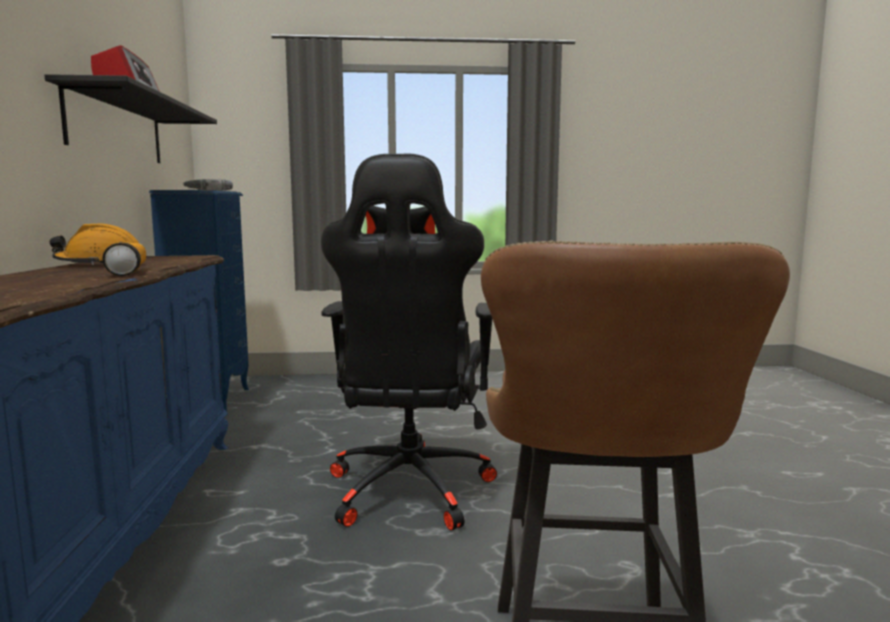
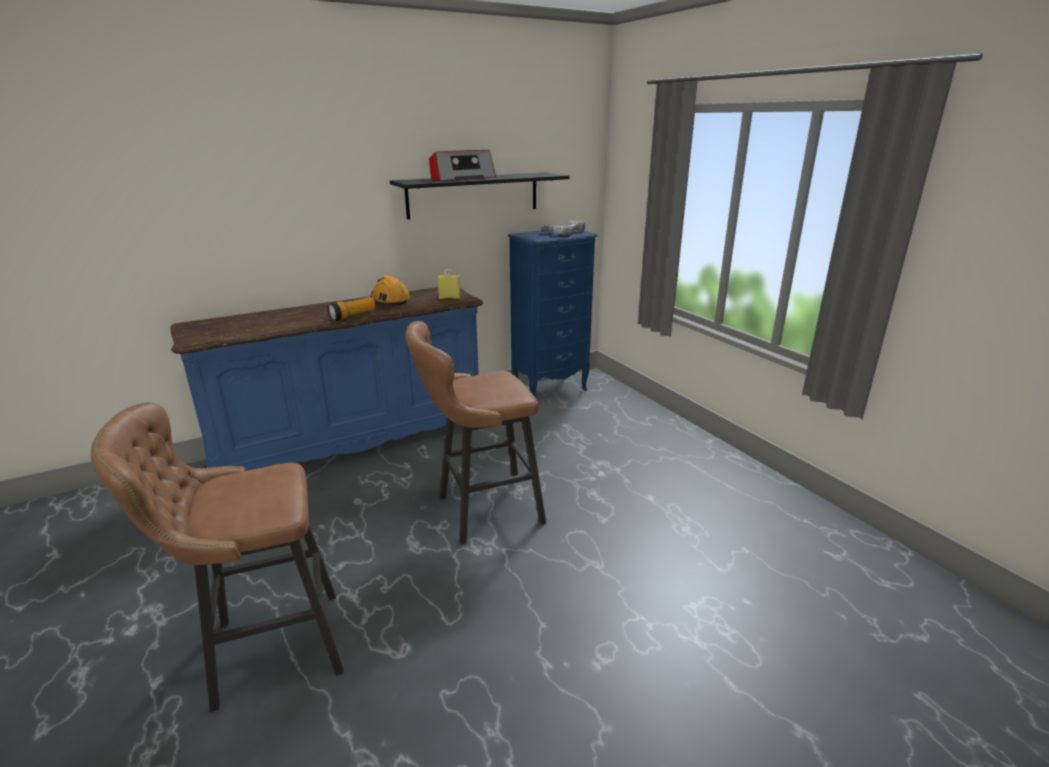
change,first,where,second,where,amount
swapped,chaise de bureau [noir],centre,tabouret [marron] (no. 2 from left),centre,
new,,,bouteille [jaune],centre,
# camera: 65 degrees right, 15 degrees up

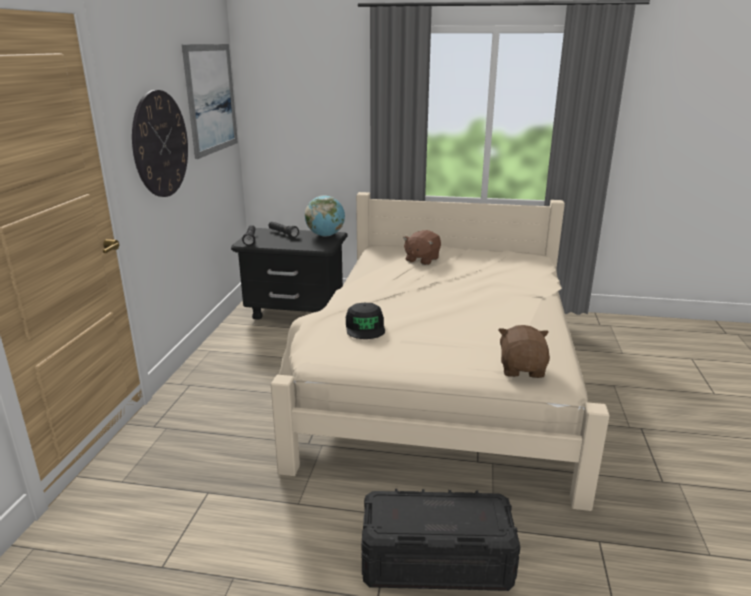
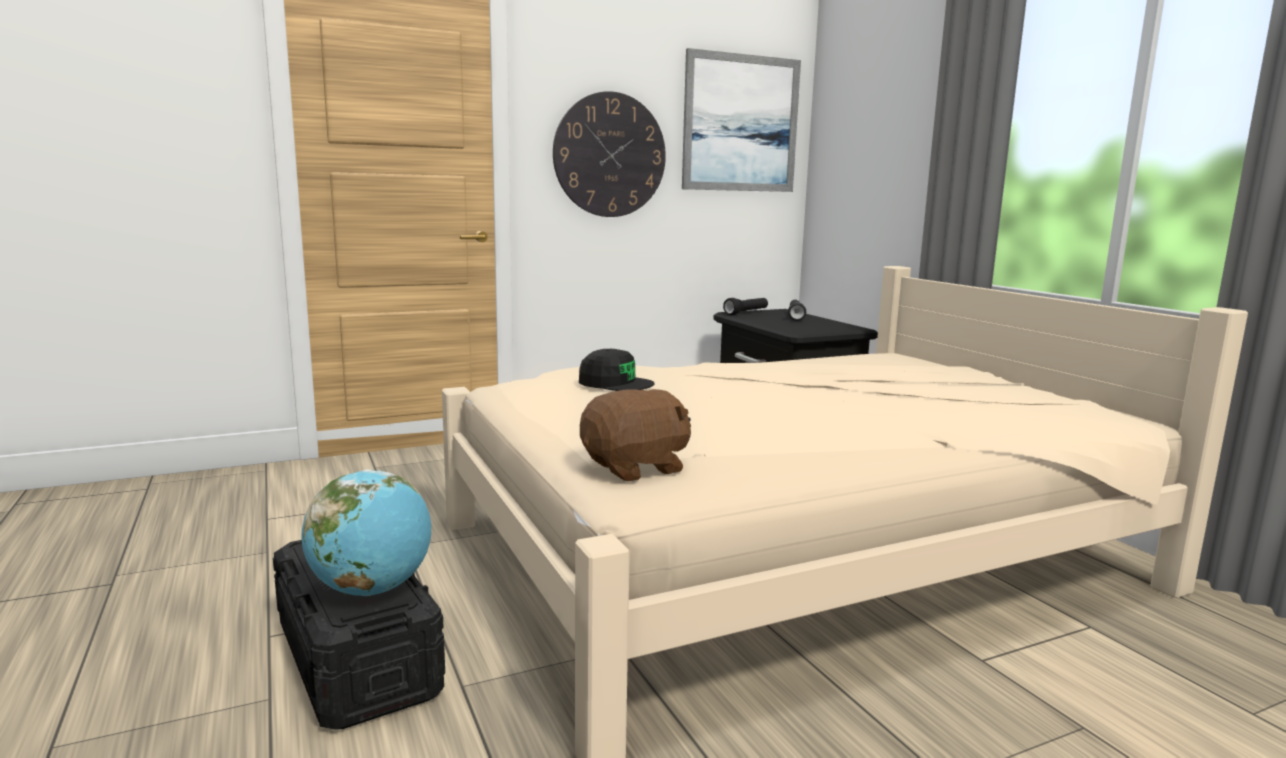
change,first,where,second,where,amount
shifted,globe,centre,,bottom left,
gone,peluche [marron] (no. 1 from left),centre,,,
rotated,casquette [noir],centre,,centre,120 degrees counterclockwise
# camera: 55 degrees right, 10 degrees down

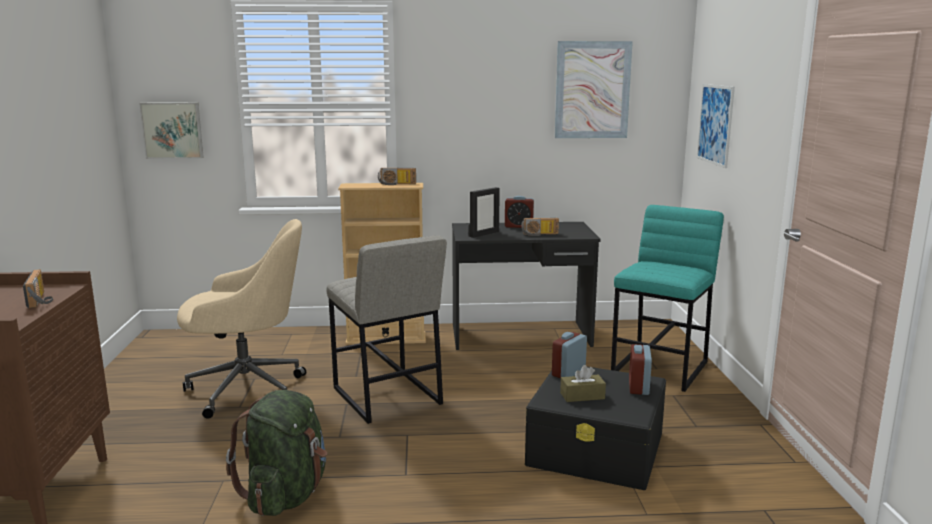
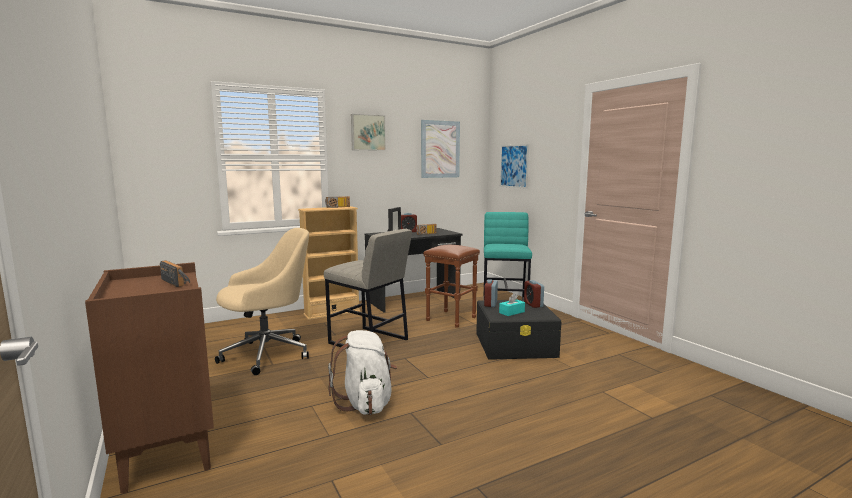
change,first,where,second,where,amount
shifted,tableau (no. 1 from left),top left,,top centre,
repainted,boîte à mouchoirs [marron],bottom centre,boîte à mouchoirs [turquoise],centre,
repainted,sac à dos [vert],bottom left,sac à dos [blanc],bottom centre,
new,,,tabouret [marron],centre,
# camera: 25 degrees left, 5 degrees down

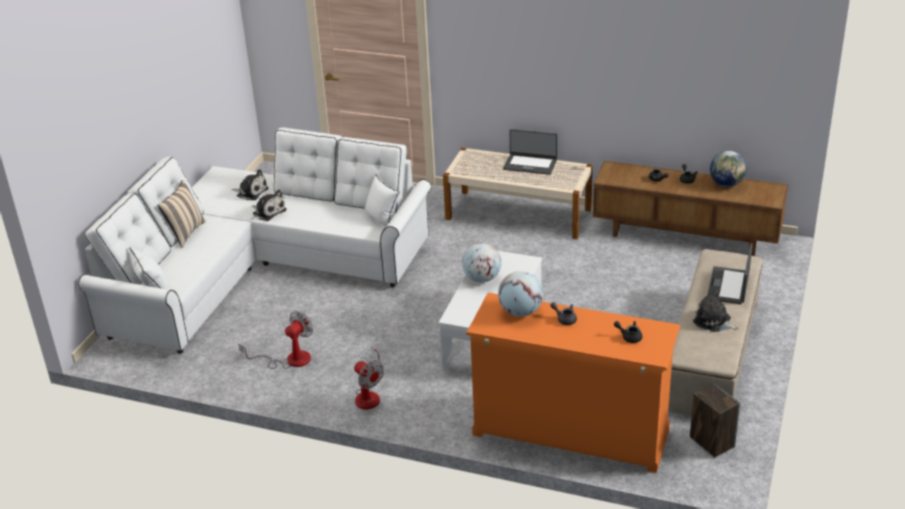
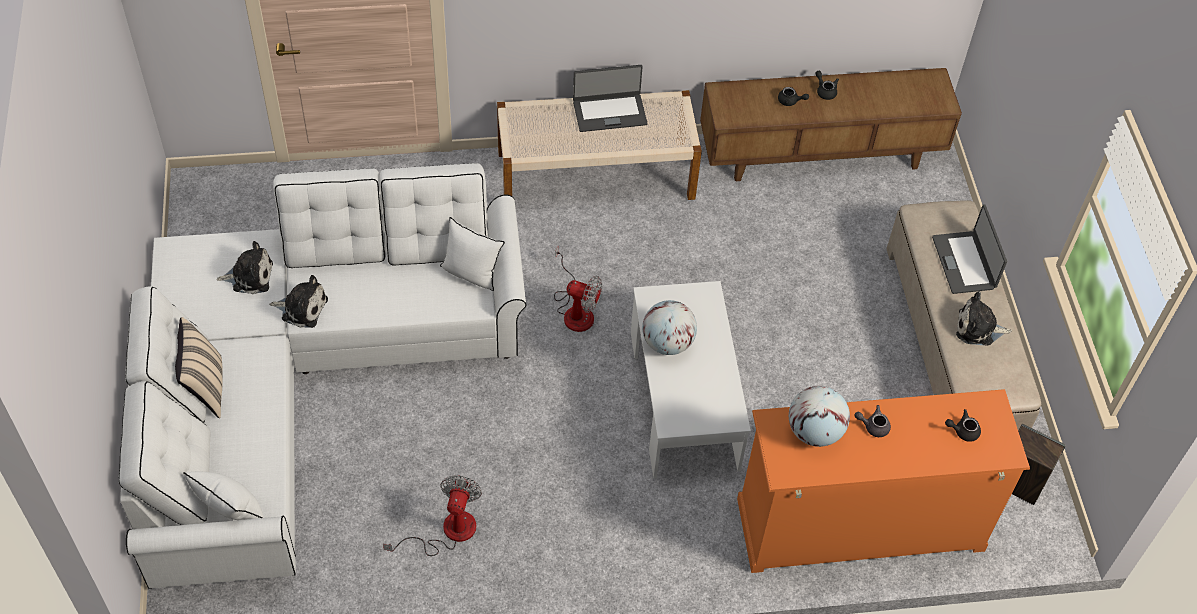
change,first,where,second,where,amount
gone,globe (no. 3 from left),top right,,,
shifted,ventilateur (no. 2 from left),bottom centre,,centre,
# camera: 30 degrees left, 20 degrees up

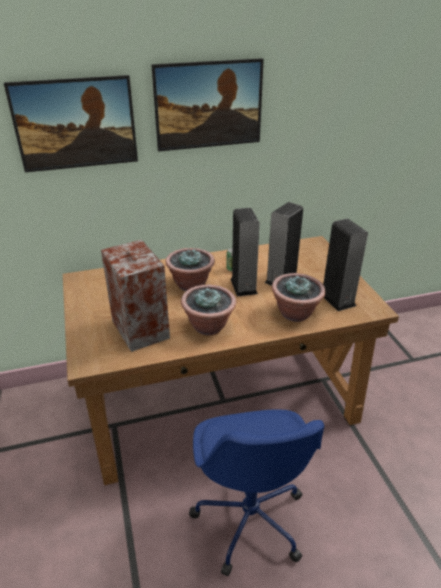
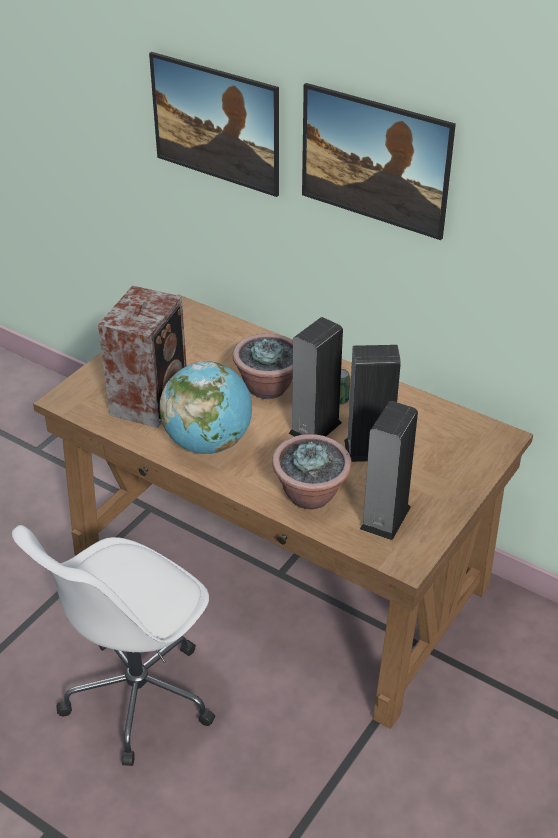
change,first,where,second,where,amount
swapped,plante en pot (no. 2 from left),centre,globe,centre,
repainted,chaise de bureau [bleu],bottom centre,chaise de bureau [blanc],bottom left,
# camera: 50 degrees right, 5 degrees up

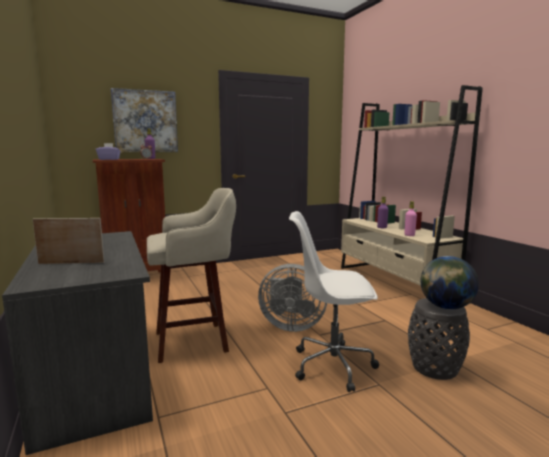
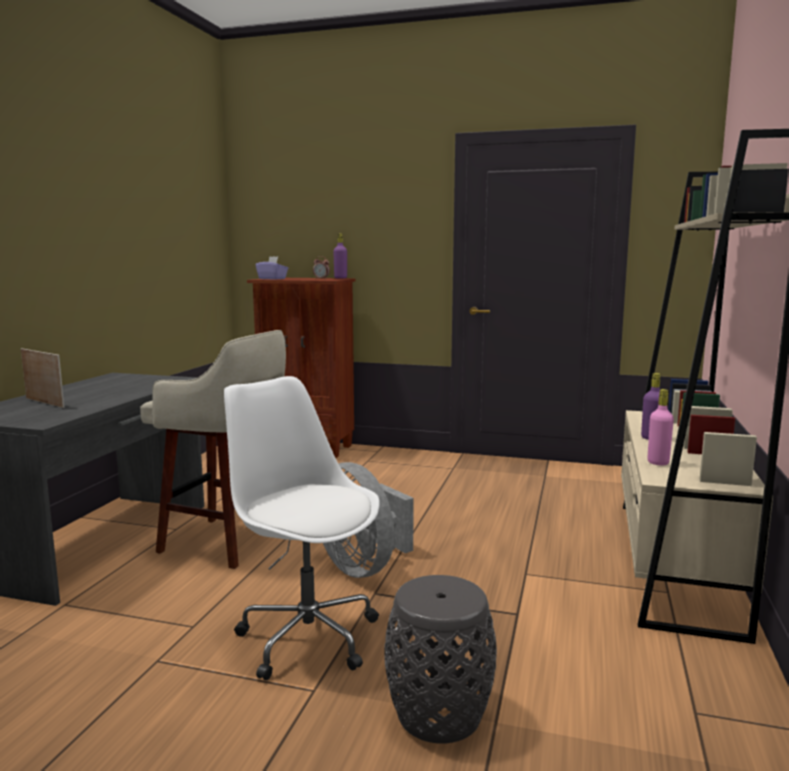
change,first,where,second,where,amount
gone,tableau,top left,,,
gone,globe,middle right,,,
# camera: 40 degrees right, 0 degrees up

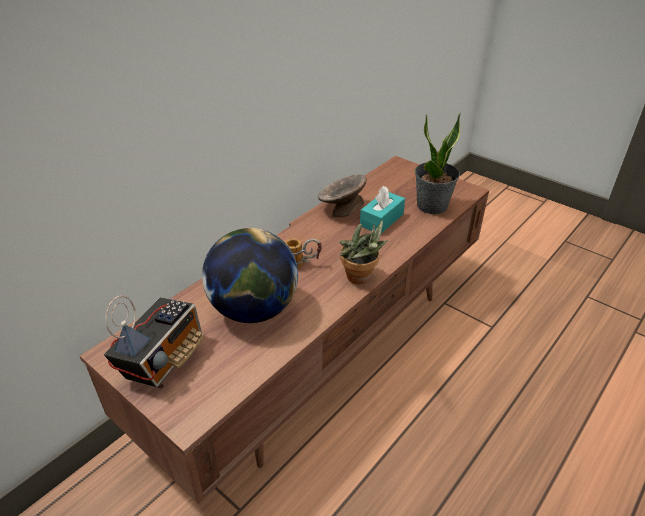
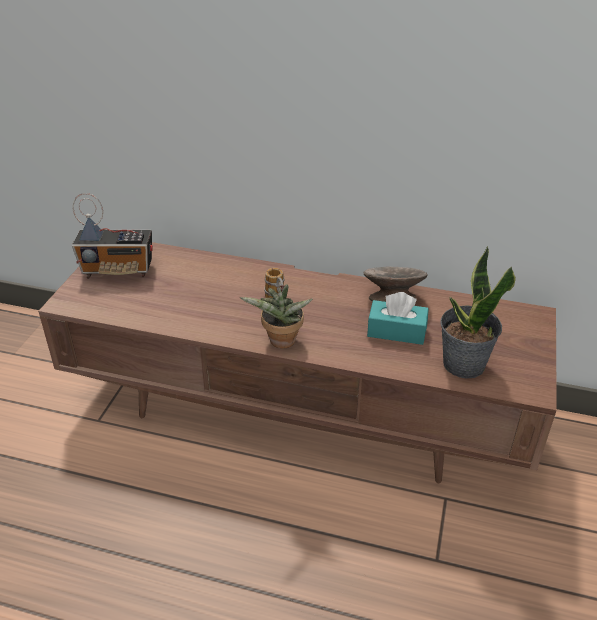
change,first,where,second,where,amount
gone,globe,centre,,,
# camera: 65 degrees right, 0 degrees up

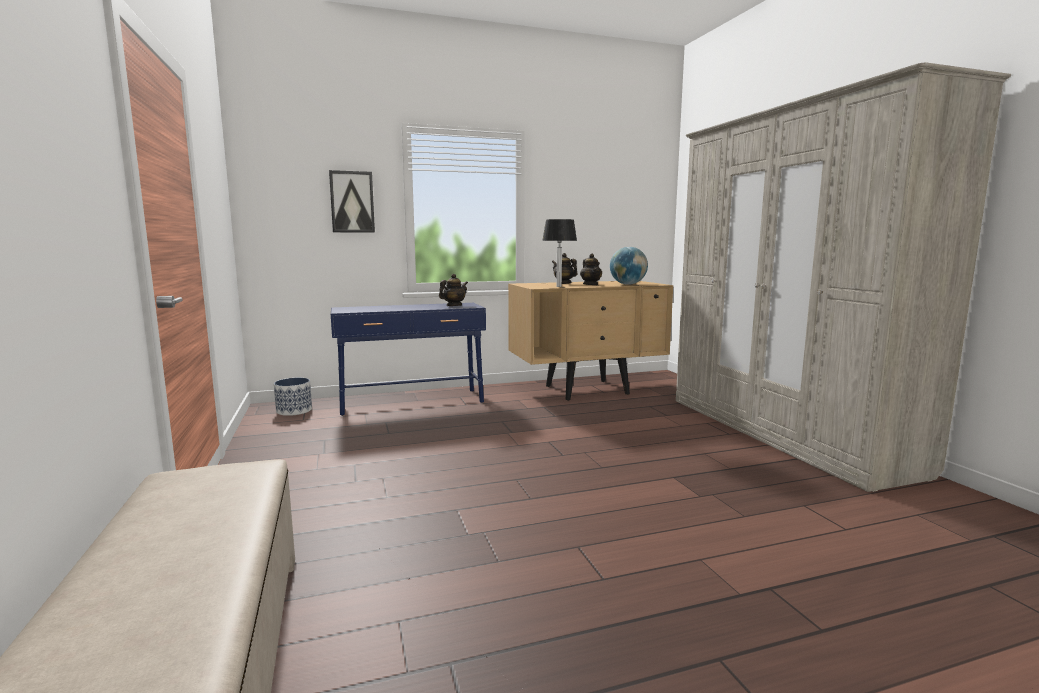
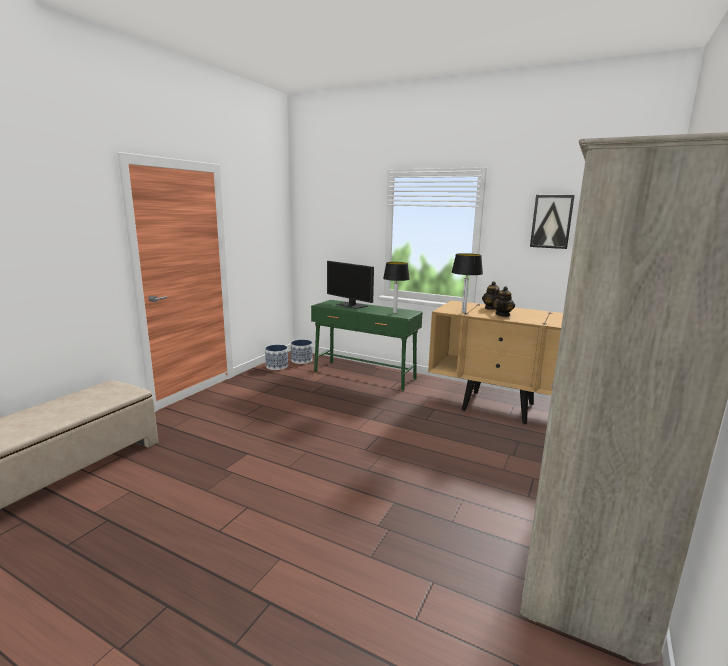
change,first,where,second,where,amount
shifted,tableau,top centre,,middle right,
gone,globe,centre,,,
swapped,théière (no. 1 from left),centre,lampe de table (no. 1 from left),centre,
repainted,table console [bleu],centre,table console [vert],centre,
new,,,écran d'ordinateur,centre,
new,,,cache-pot (no. 1 from left),centre,
# camera: 45 degrees right, 5 degrees up

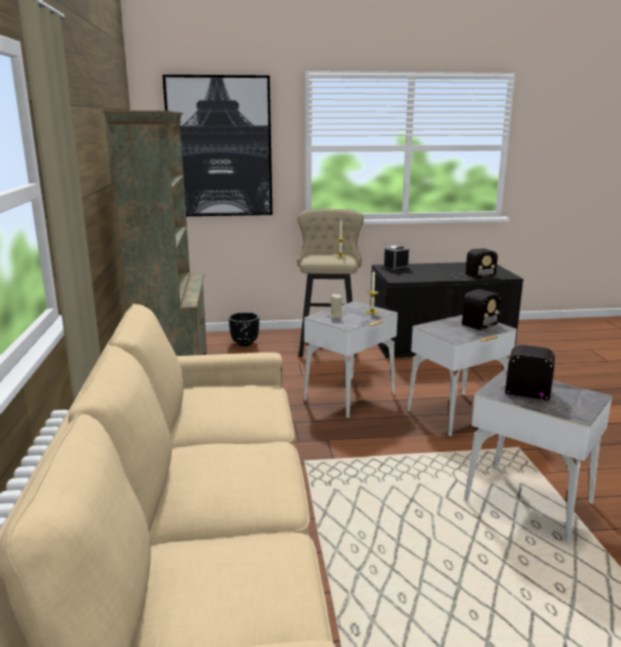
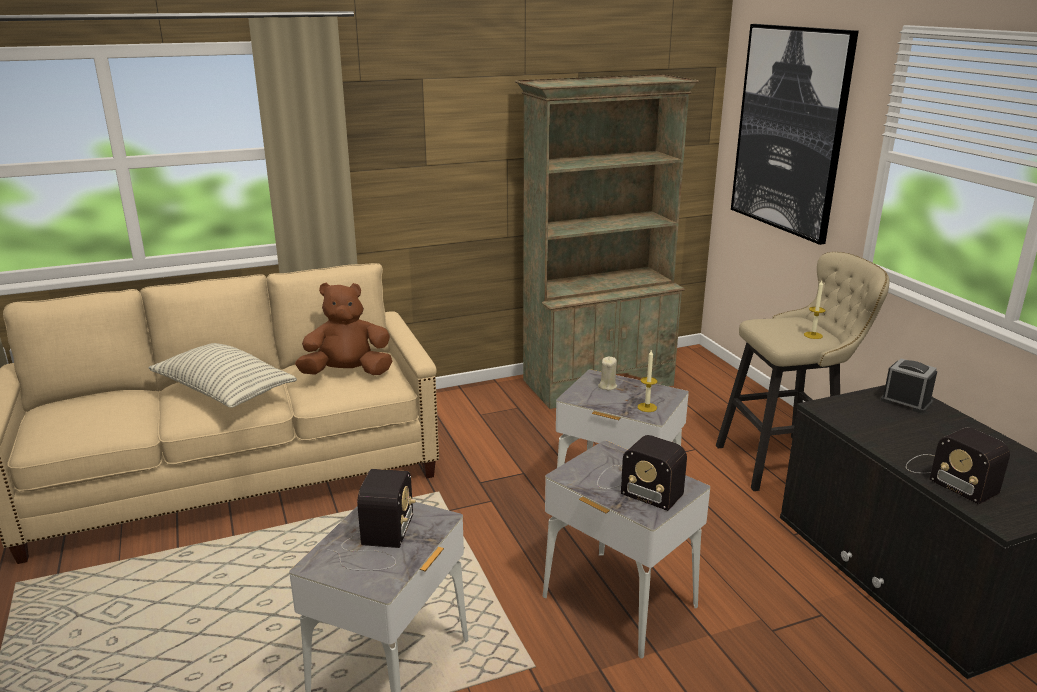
change,first,where,second,where,amount
gone,cache-pot [noir],centre,,,
new,,,peluche [marron],middle left,
new,,,coussin,middle left,
# camera: 75 degrees right, 5 degrees up

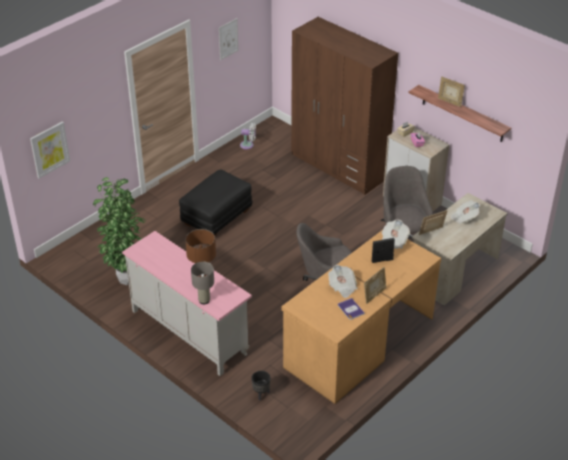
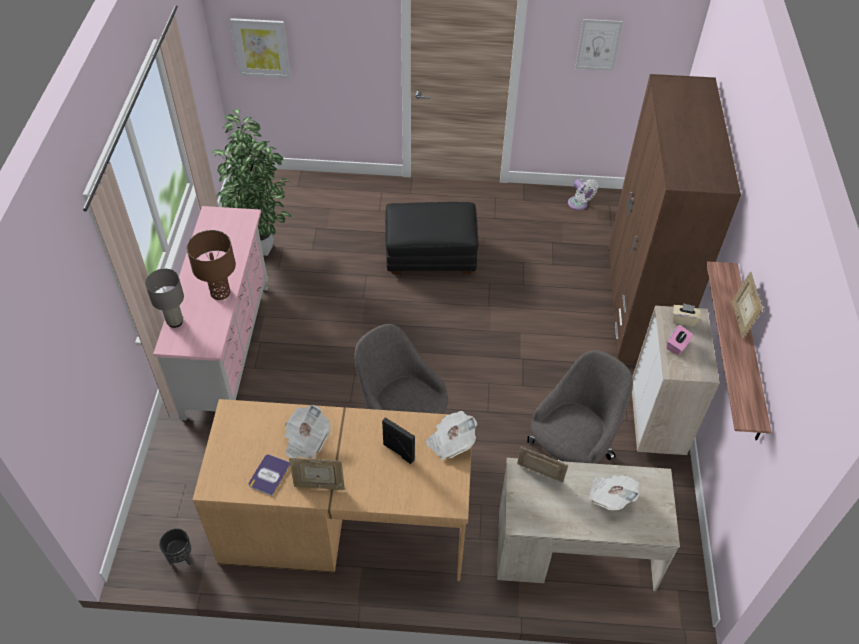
change,first,where,second,where,amount
shifted,cache-pot [noir],bottom centre,,bottom left,
# camera: 50 degrees right, 10 degrees up

